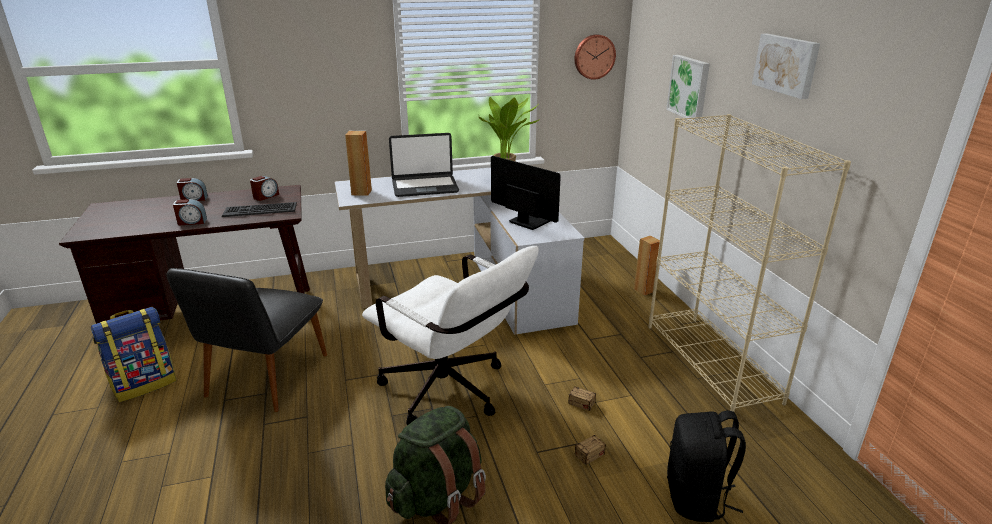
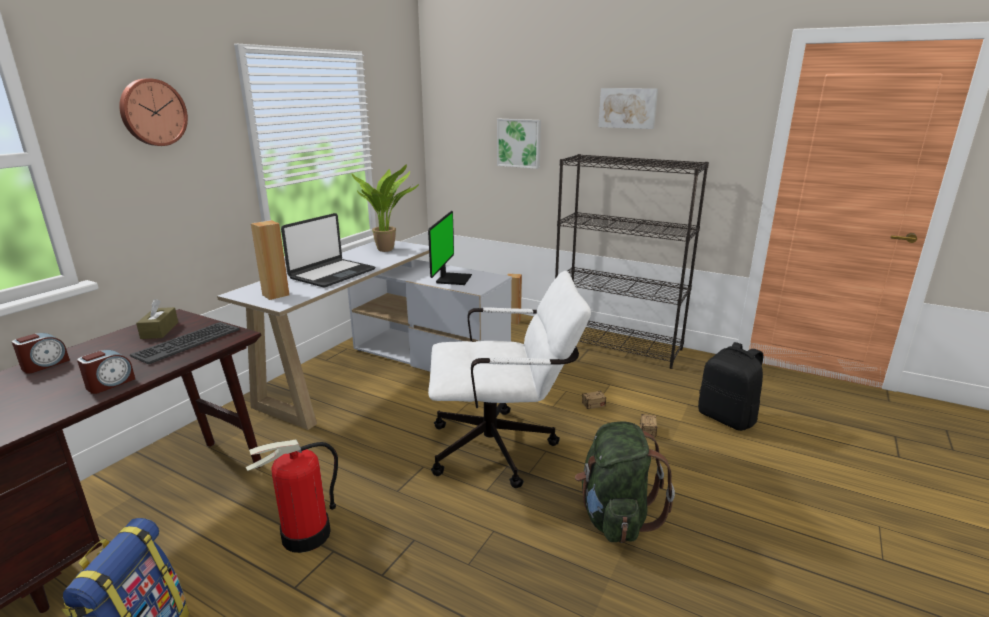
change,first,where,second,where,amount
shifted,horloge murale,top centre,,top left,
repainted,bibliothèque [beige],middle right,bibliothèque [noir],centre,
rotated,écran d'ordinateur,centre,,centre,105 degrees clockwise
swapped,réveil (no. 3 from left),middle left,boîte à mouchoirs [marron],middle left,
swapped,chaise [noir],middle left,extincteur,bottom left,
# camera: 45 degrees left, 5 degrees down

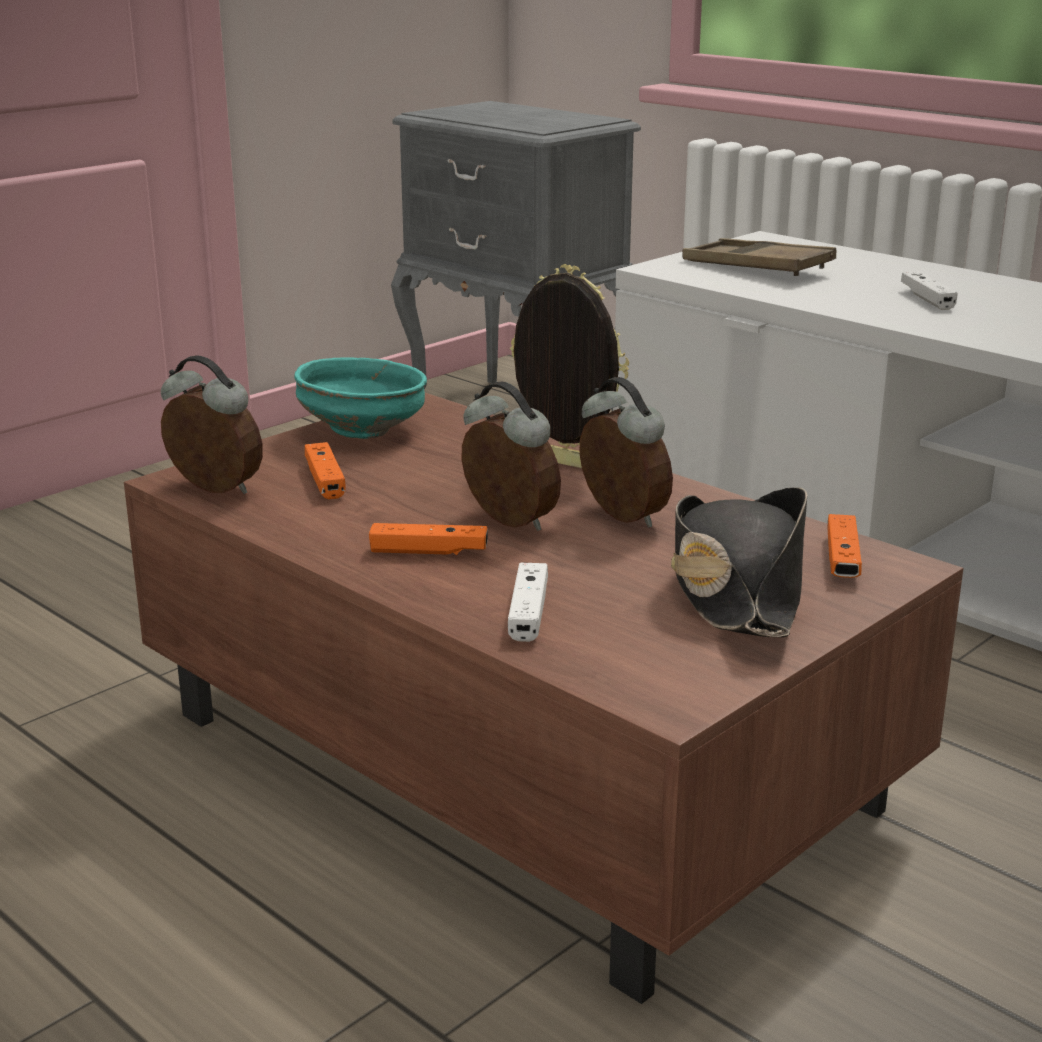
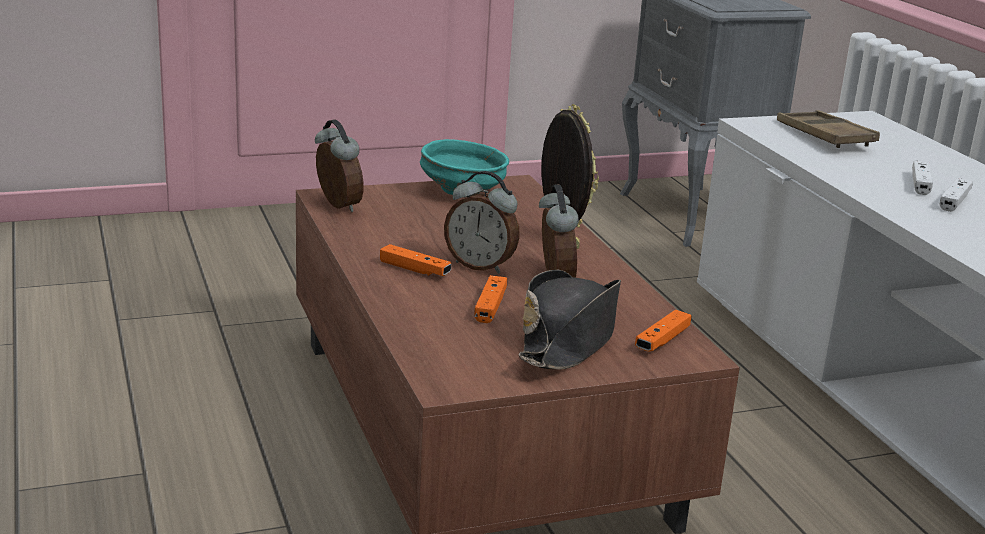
change,first,where,second,where,amount
rotated,réveil (no. 2 from left),centre,,centre,135 degrees clockwise
shifted,manette [orange] (no. 1 from left in the first image),middle left,manette [orange] (no. 2 from left),centre,
shifted,manette [blanc] (no. 1 from left in the first image),centre,manette [blanc] (no. 2 from left),middle right,
# camera: 25 degrees right, 0 degrees up

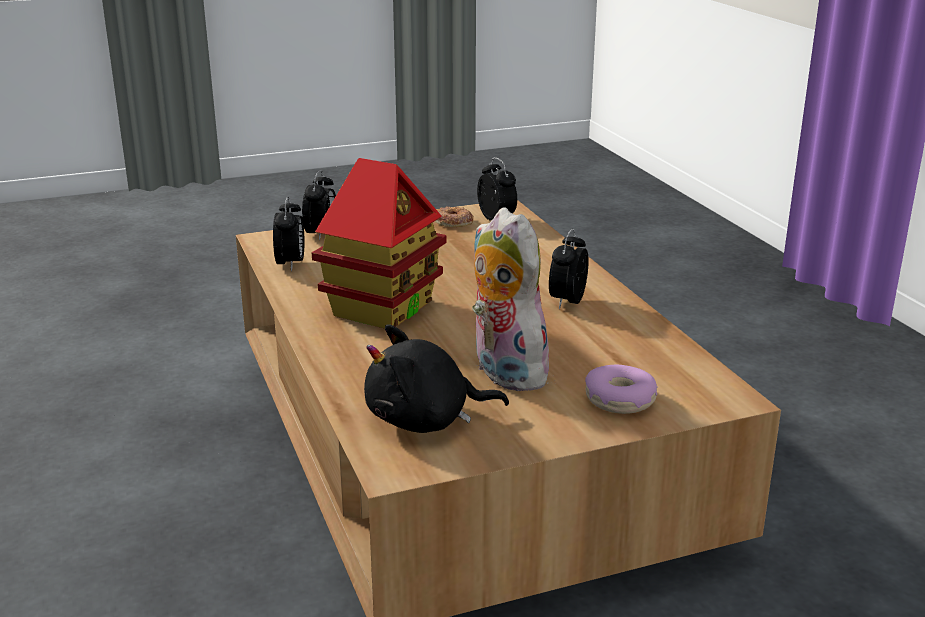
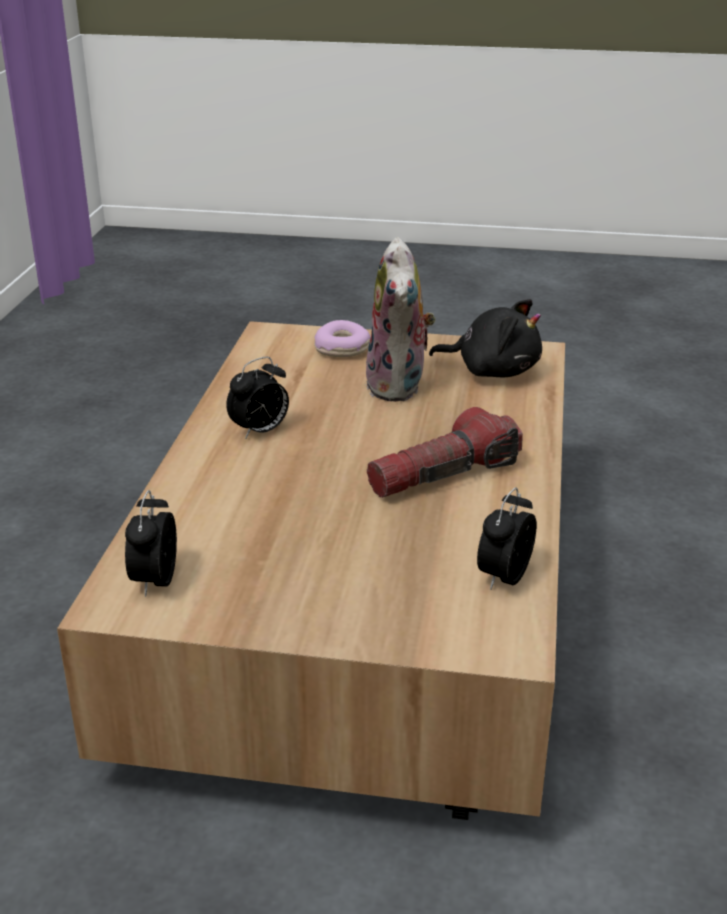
change,first,where,second,where,amount
swapped,maison miniature,centre,lampe de poche,centre,
gone,réveil (no. 2 from left),top centre,,,
gone,beignet (no. 1 from left),centre,,,
# camera: 150 degrees left, 5 degrees up

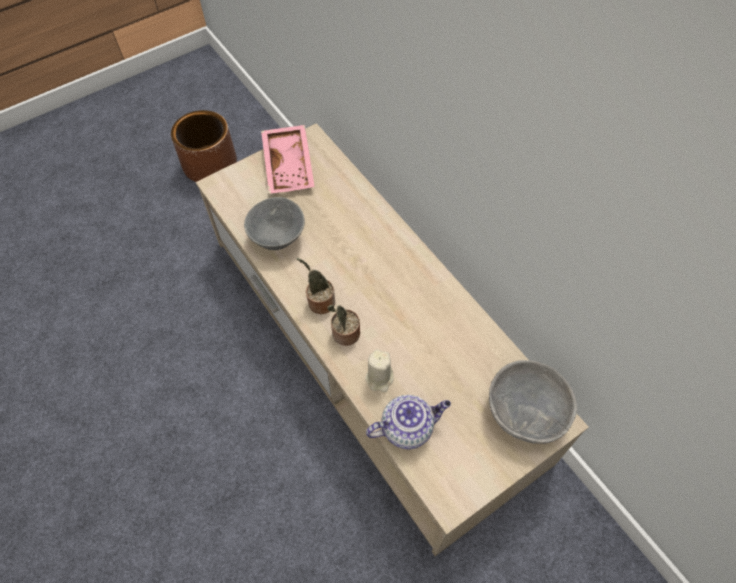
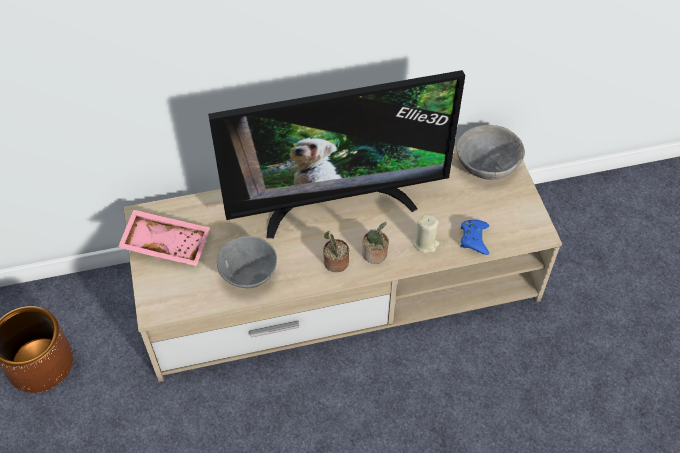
change,first,where,second,where,amount
swapped,théière,bottom centre,manette [bleu],middle right,
new,,,téléviseur,centre,
# camera: 70 degrees left, 5 degrees down

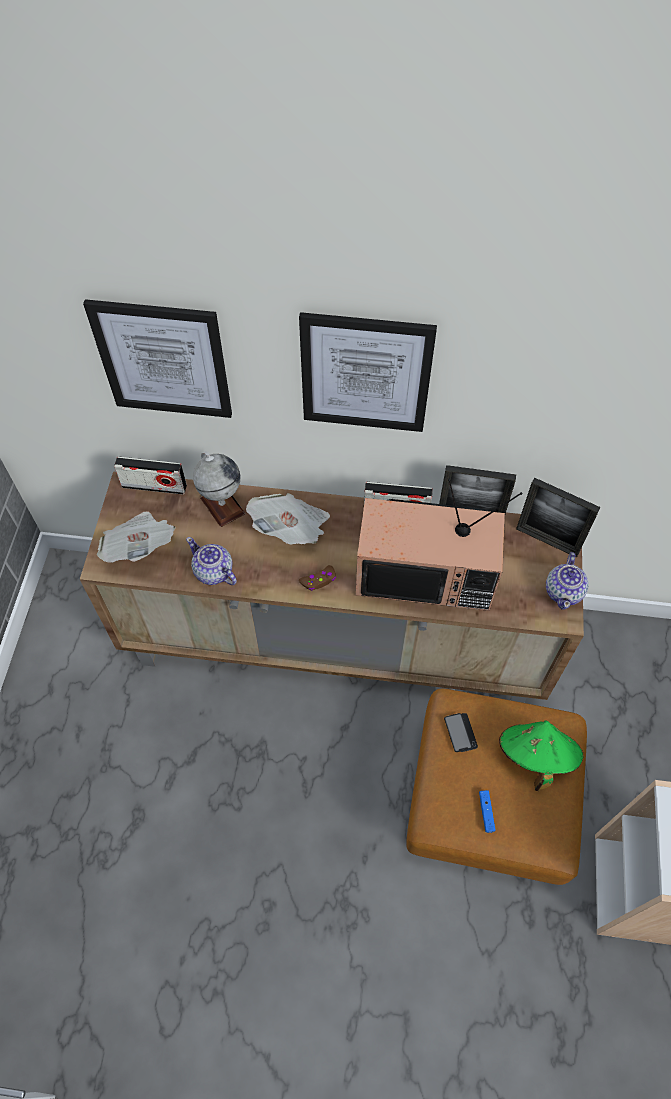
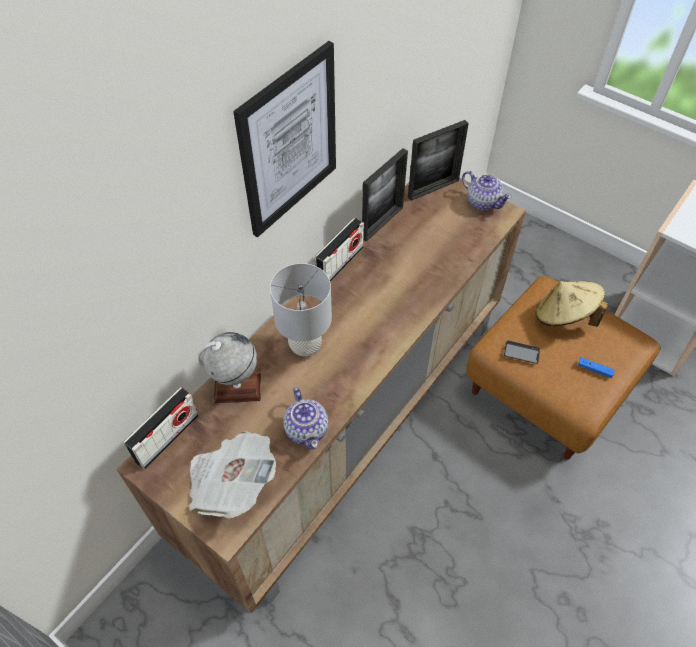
change,first,where,second,where,amount
gone,tableau (no. 1 from left),top left,,,
gone,téléviseur,centre,,,
swapped,journal (no. 2 from left),centre,lampe de table [gris],centre,
rotated,théière (no. 1 from left),middle left,,centre,90 degrees counterclockwise
gone,manette [marron],centre,,,
repainted,chapeau [vert],bottom right,chapeau [beige],middle right,
# camera: 60 degrees left, 5 degrees down

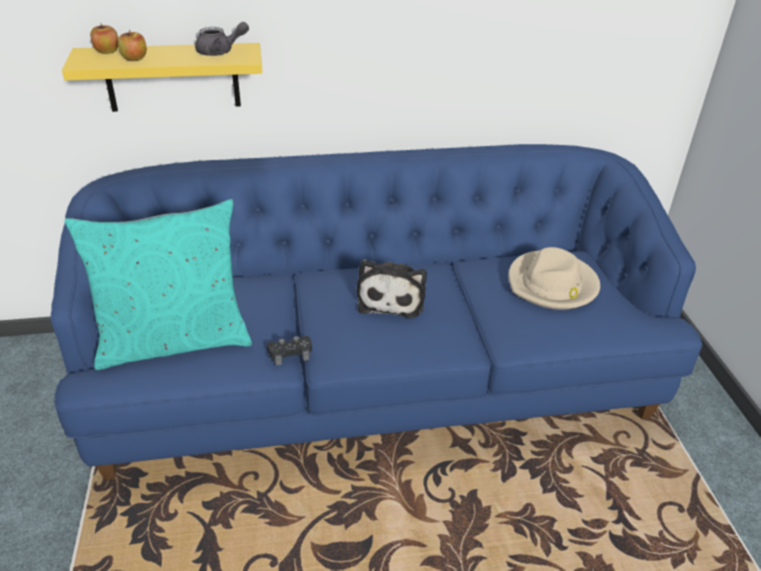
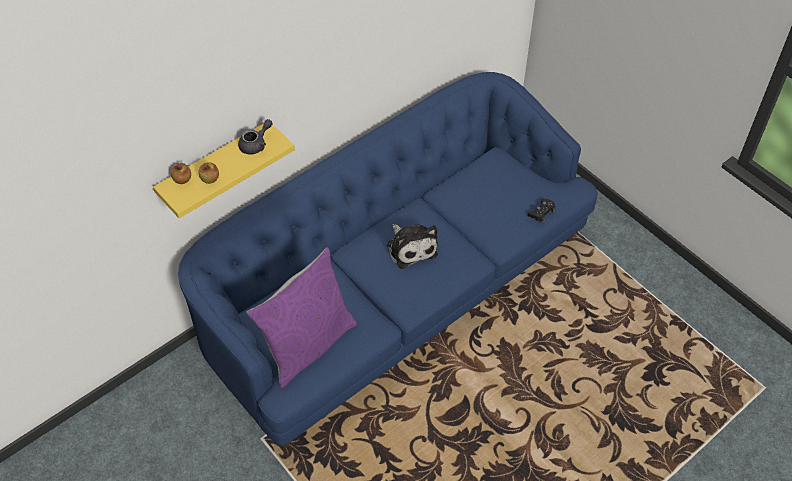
change,first,where,second,where,amount
repainted,coussin [turquoise],middle left,coussin [violet],centre,
gone,chapeau [beige],middle right,,,
shifted,manette [noir],centre,,middle right,
# camera: 30 degrees left, 15 degrees up

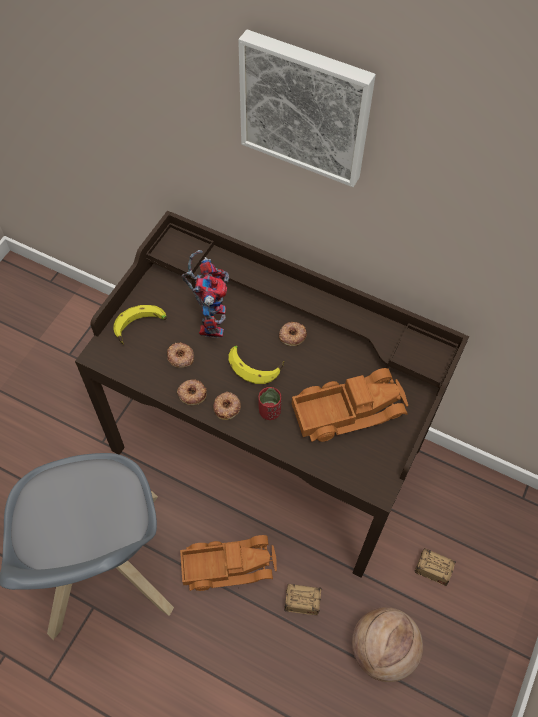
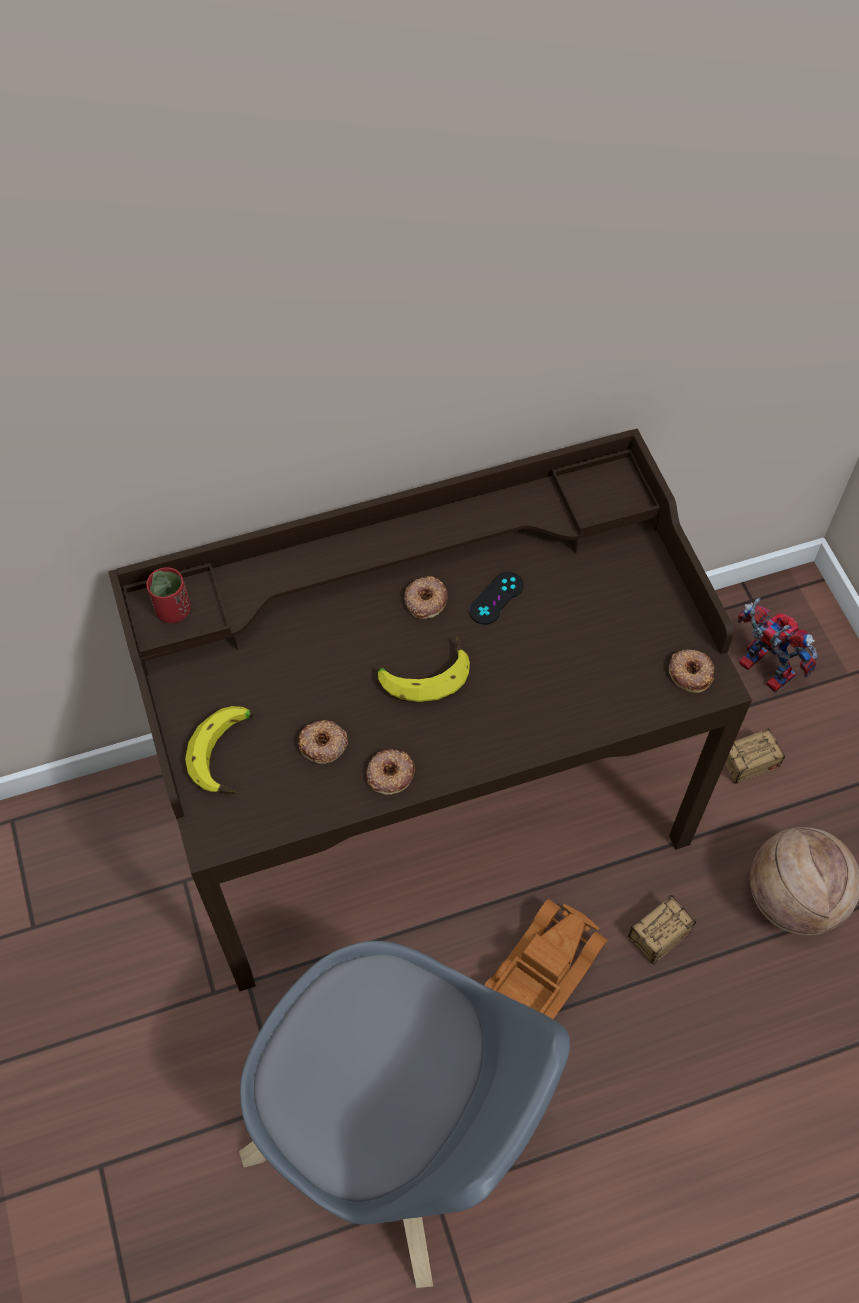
change,first,where,second,where,amount
gone,tableau,top centre,,,
shifted,robot jouet,centre,,middle right,
gone,camion jouet (no. 2 from left),centre,,,
shifted,tasse [rouge],centre,,middle left,
shifted,beignet (no. 3 from left in the first image),centre,beignet (no. 4 from left),middle right,
new,,,manette [noir],centre,
# camera: 45 degrees left, 0 degrees up

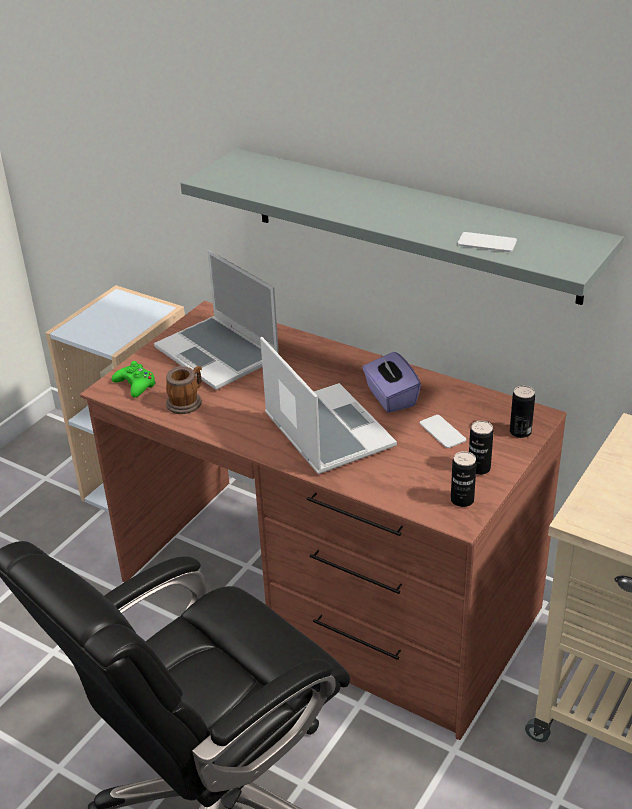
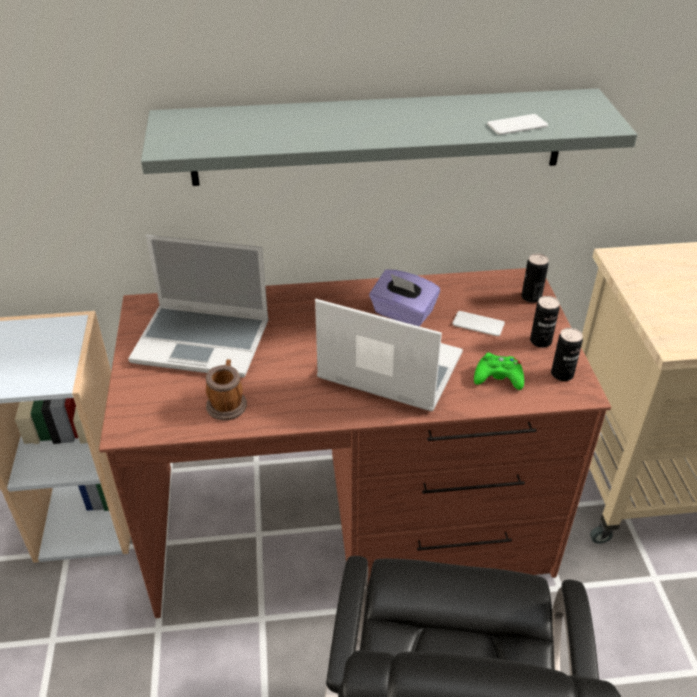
change,first,where,second,where,amount
shifted,manette [vert],middle left,,middle right,
# camera: 40 degrees left, 5 degrees up

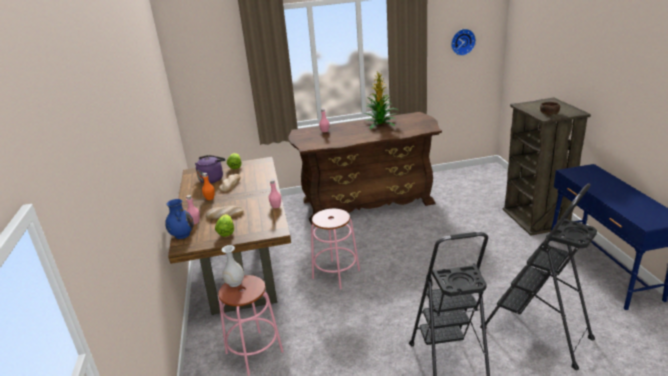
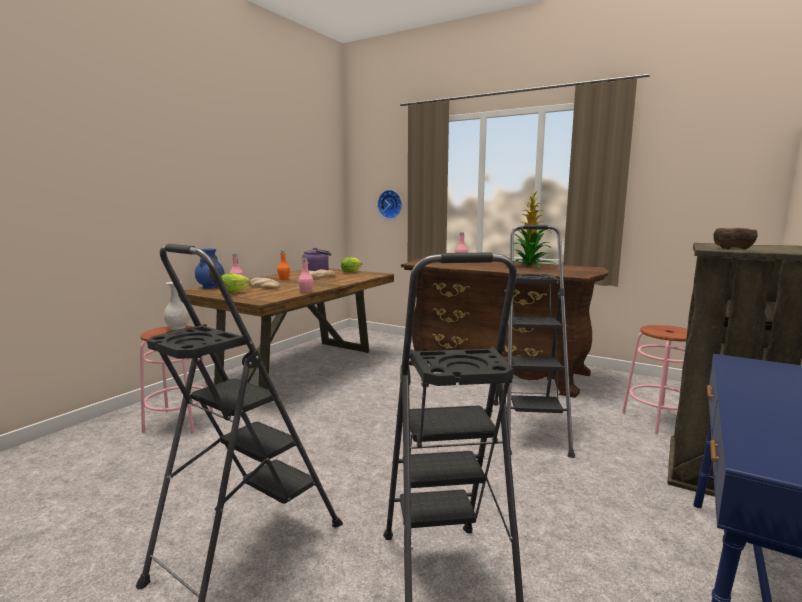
change,first,where,second,where,amount
shifted,horloge murale,top right,,centre,
shifted,tabouret [rose] (no. 2 from left),centre,,middle right,
new,,,escabeau (no. 3 from left),centre,
# camera: 40 degrees right, 15 degrees down

